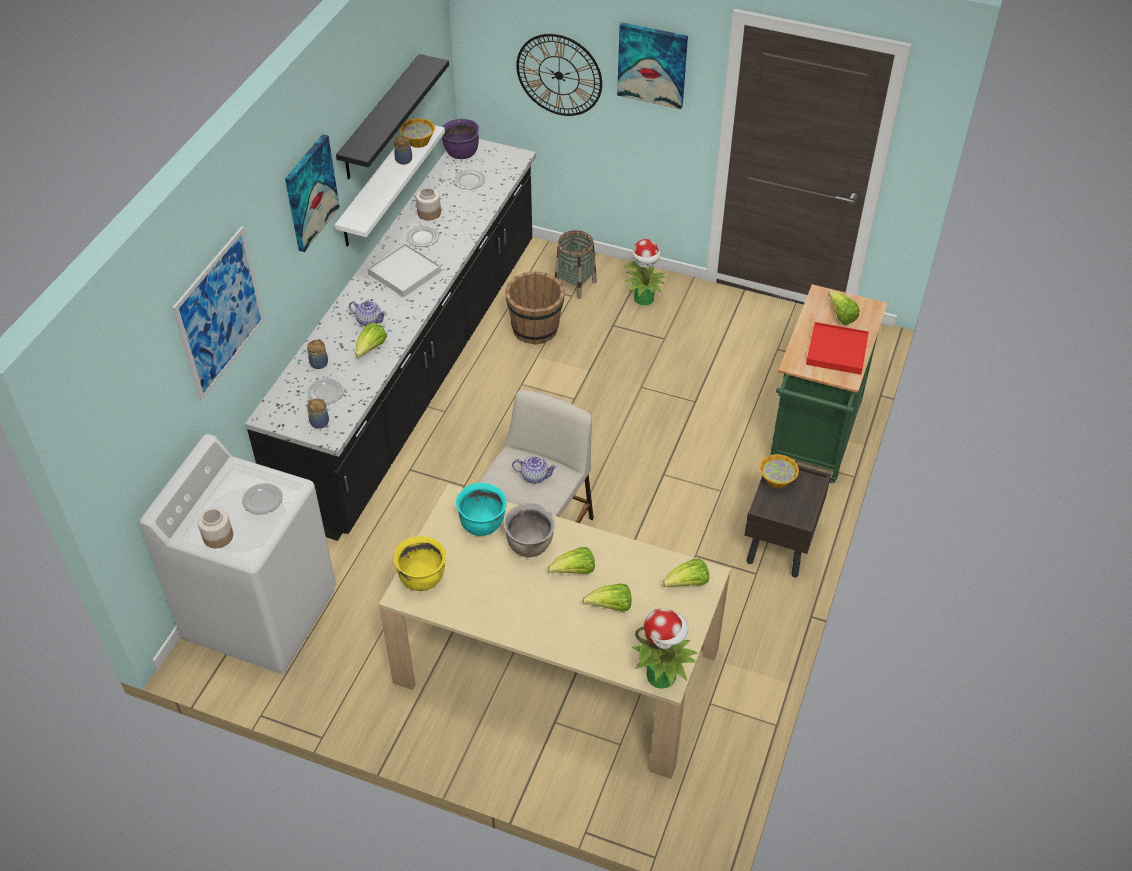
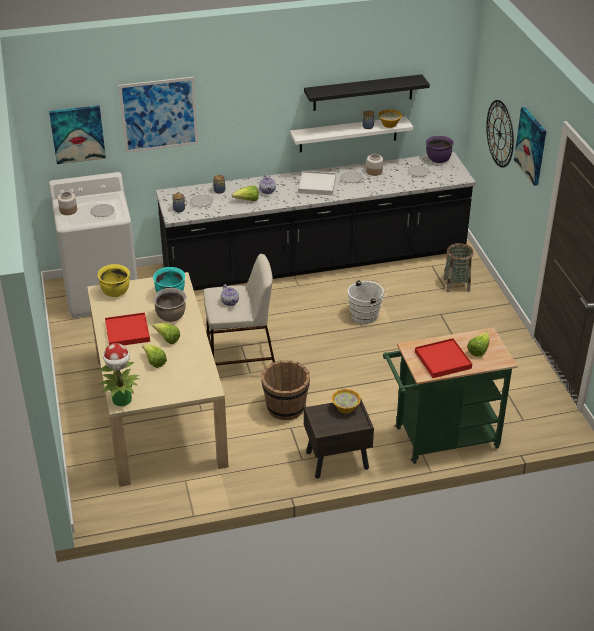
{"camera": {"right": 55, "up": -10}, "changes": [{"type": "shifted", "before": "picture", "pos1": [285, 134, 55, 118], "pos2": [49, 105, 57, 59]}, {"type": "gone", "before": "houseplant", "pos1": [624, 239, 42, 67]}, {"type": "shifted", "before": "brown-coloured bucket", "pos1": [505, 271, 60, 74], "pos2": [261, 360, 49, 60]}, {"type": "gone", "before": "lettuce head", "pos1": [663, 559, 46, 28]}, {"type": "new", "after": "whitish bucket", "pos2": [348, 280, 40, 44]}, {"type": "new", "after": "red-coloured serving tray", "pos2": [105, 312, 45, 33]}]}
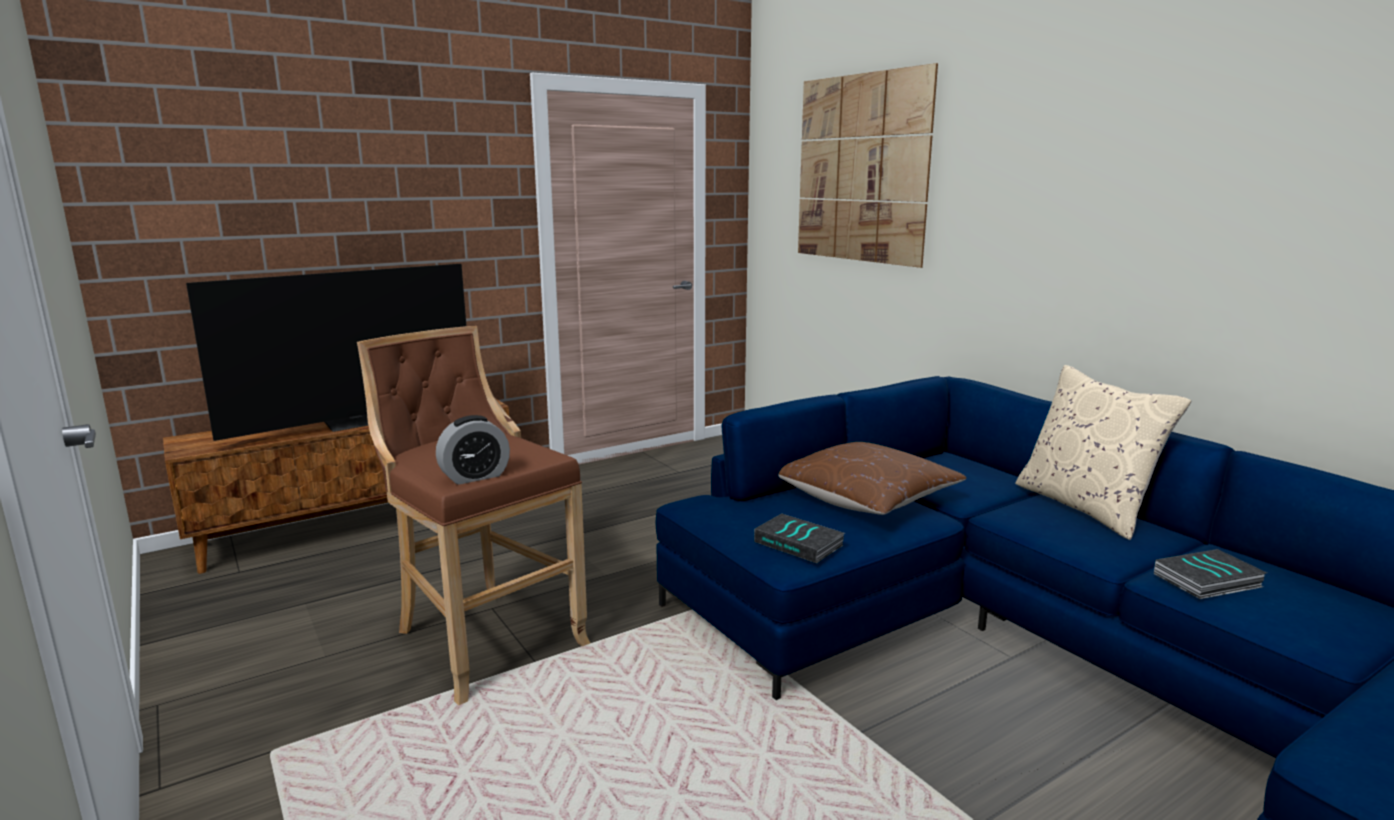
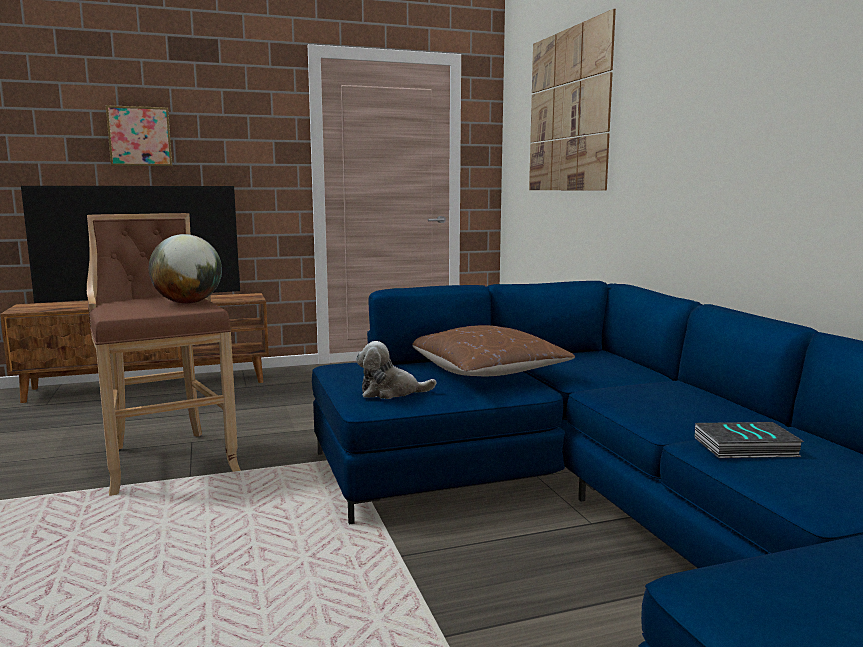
{"camera": {"right": 15, "up": -5}, "changes": [{"type": "gone", "before": "beige pillow", "pos1": [1015, 365, 176, 175]}, {"type": "gone", "before": "alarm clock", "pos1": [436, 415, 74, 70]}, {"type": "swapped", "before": "volume", "after": "cuddly toy", "pos1": [754, 513, 91, 50], "pos2": [356, 341, 80, 58]}, {"type": "new", "after": "picture", "pos2": [106, 105, 66, 61]}, {"type": "new", "after": "globe", "pos2": [149, 234, 73, 70]}]}
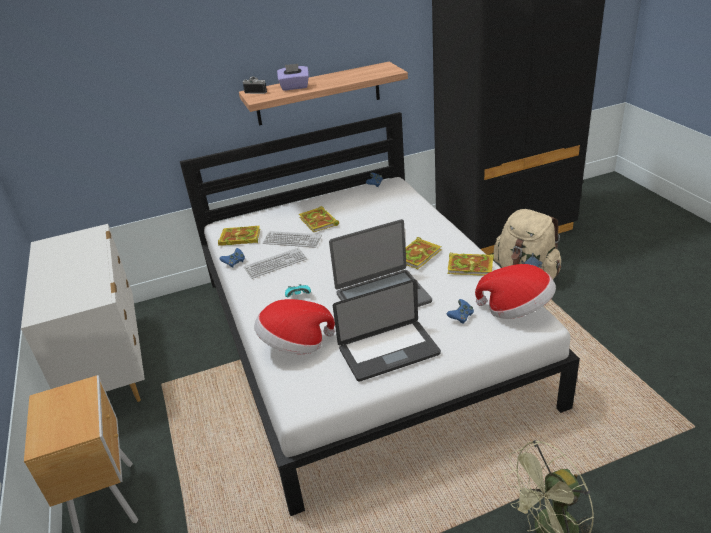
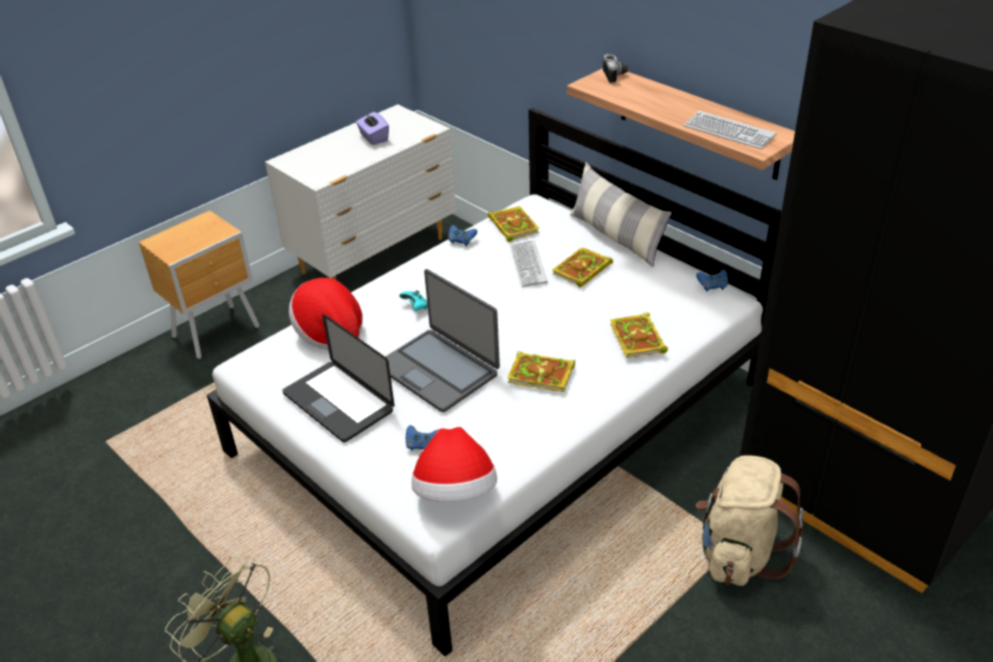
{"camera": {"right": 65, "up": 5}, "changes": [{"type": "shifted", "before": "purple-coloured tissue holder", "pos1": [277, 64, 32, 27], "pos2": [356, 112, 33, 33]}, {"type": "shifted", "before": "keyboard", "pos1": [244, 248, 63, 31], "pos2": [684, 111, 92, 38]}, {"type": "shifted", "before": "volume", "pos1": [448, 253, 46, 23], "pos2": [610, 313, 58, 45]}, {"type": "new", "after": "pillow", "pos2": [570, 162, 102, 105]}]}
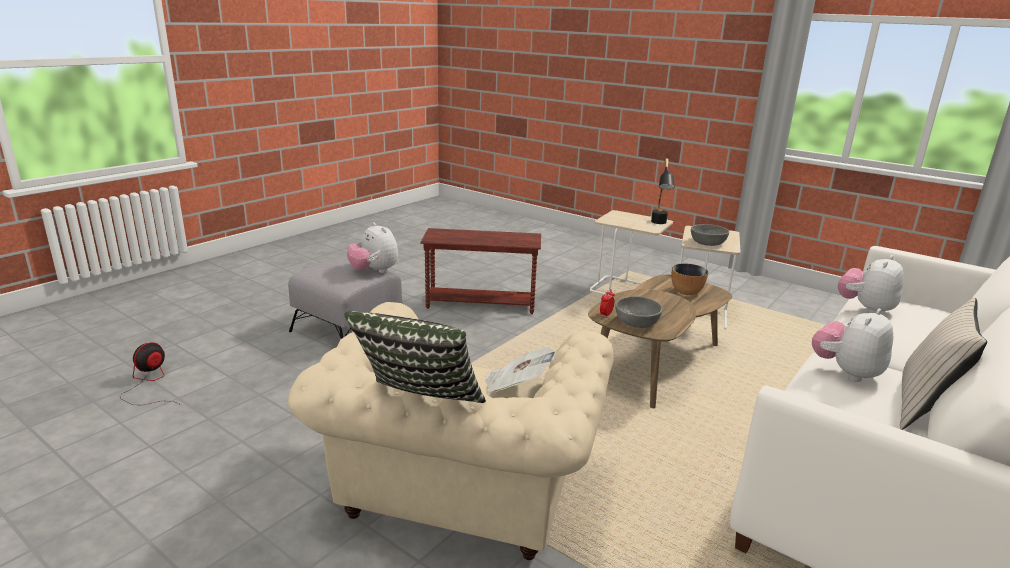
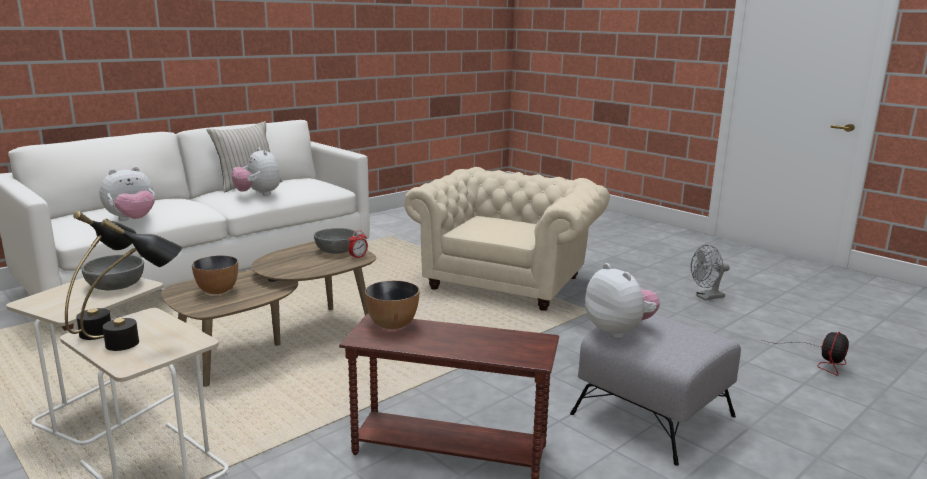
{"camera": {"right": -170, "up": -5}, "changes": [{"type": "rotated", "before": "cuddly toy", "pos1": [812, 309, 81, 73], "pos2": [232, 147, 48, 49], "turn": 90}, {"type": "gone", "before": "pillow", "pos1": [344, 311, 142, 92]}, {"type": "gone", "before": "newspaper", "pos1": [485, 347, 72, 46]}, {"type": "new", "after": "black-coloured tabletop lamp", "pos2": [80, 218, 102, 133]}, {"type": "new", "after": "greyish fan", "pos2": [691, 245, 39, 55]}, {"type": "new", "after": "serving bowl", "pos2": [365, 281, 55, 48]}]}
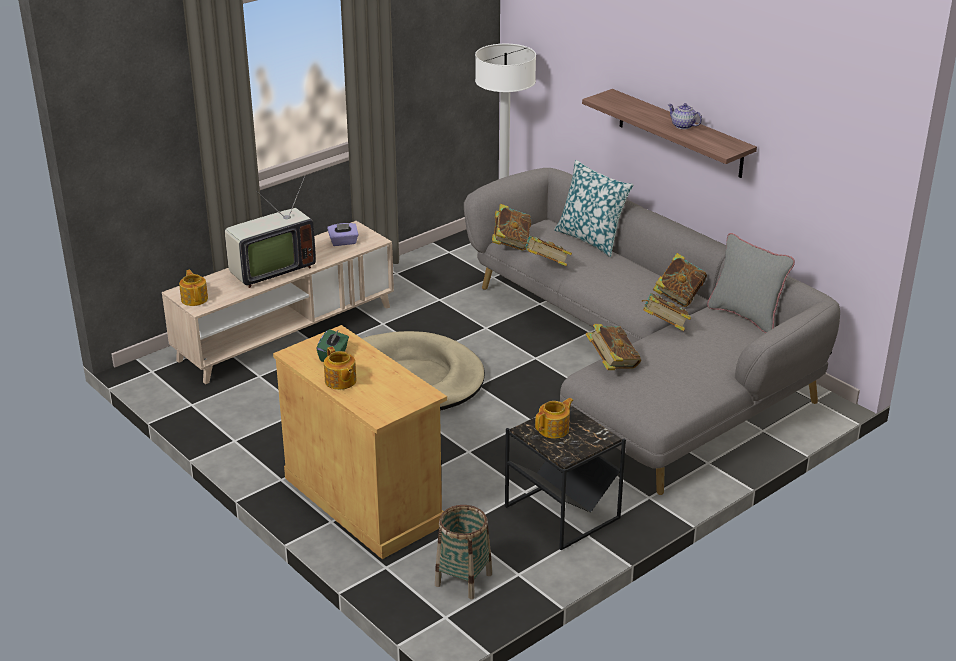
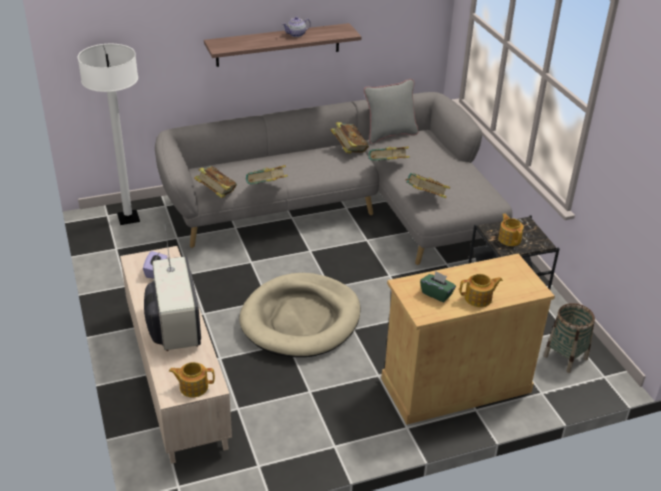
{"camera": {"right": -70, "up": 5}, "changes": [{"type": "gone", "before": "pillow", "pos1": [554, 160, 79, 97]}]}
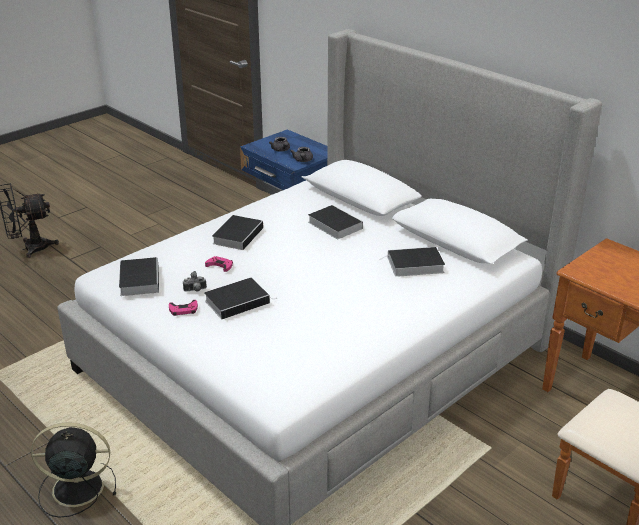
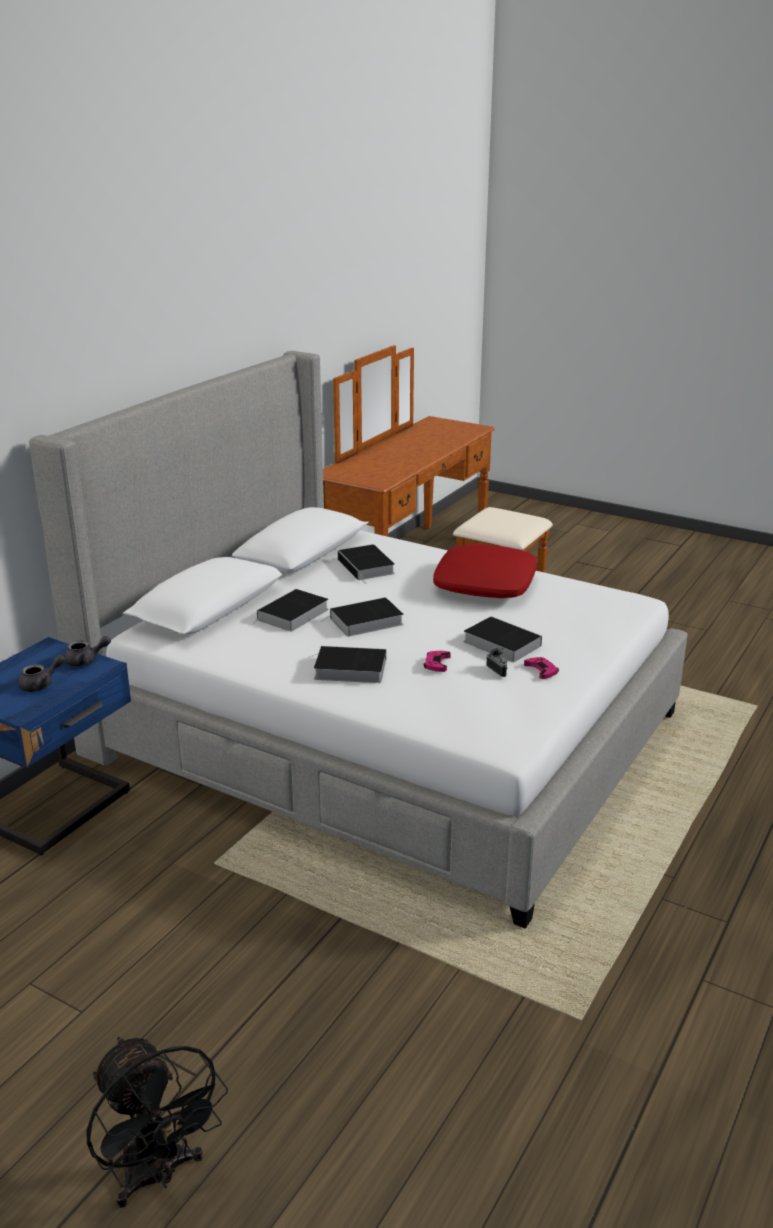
{"camera": {"right": -105, "up": -5}, "changes": [{"type": "shifted", "before": "volume", "pos1": [119, 257, 40, 39], "pos2": [320, 597, 83, 40]}, {"type": "gone", "before": "black-coloured fan", "pos1": [31, 422, 85, 96]}, {"type": "new", "after": "red-coloured pillow", "pos2": [433, 544, 104, 54]}]}
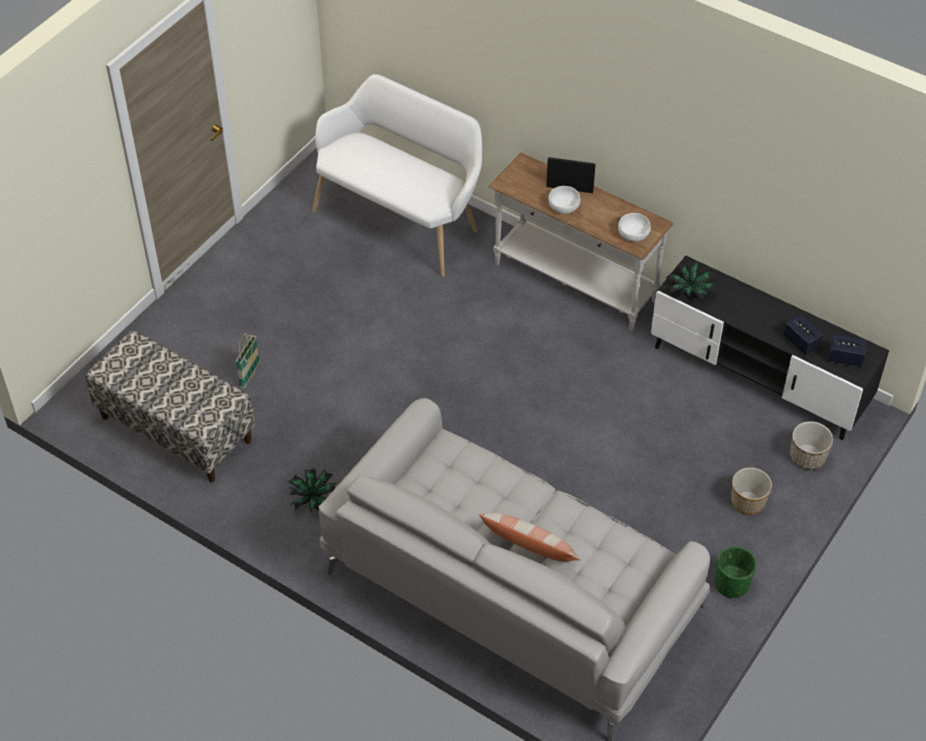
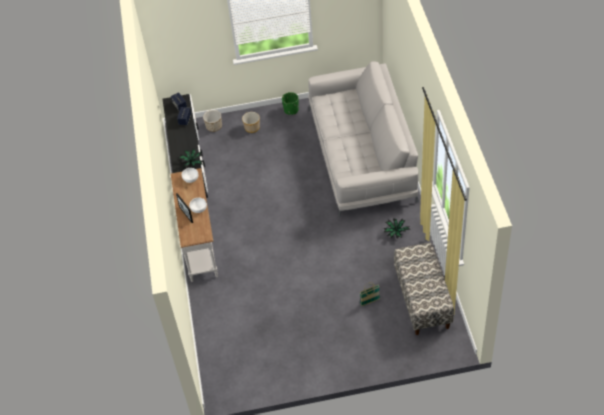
{"camera": {"right": -130, "up": 0}, "changes": [{"type": "gone", "before": "whitish bench", "pos1": [312, 74, 170, 203]}, {"type": "gone", "before": "pillow", "pos1": [479, 513, 102, 49]}]}
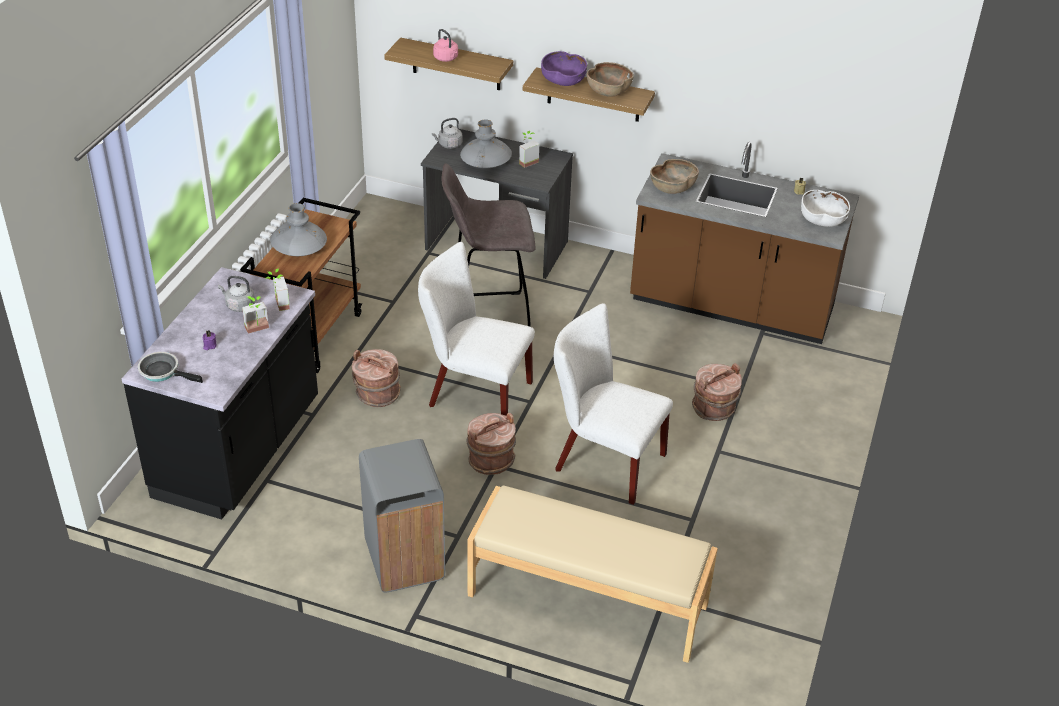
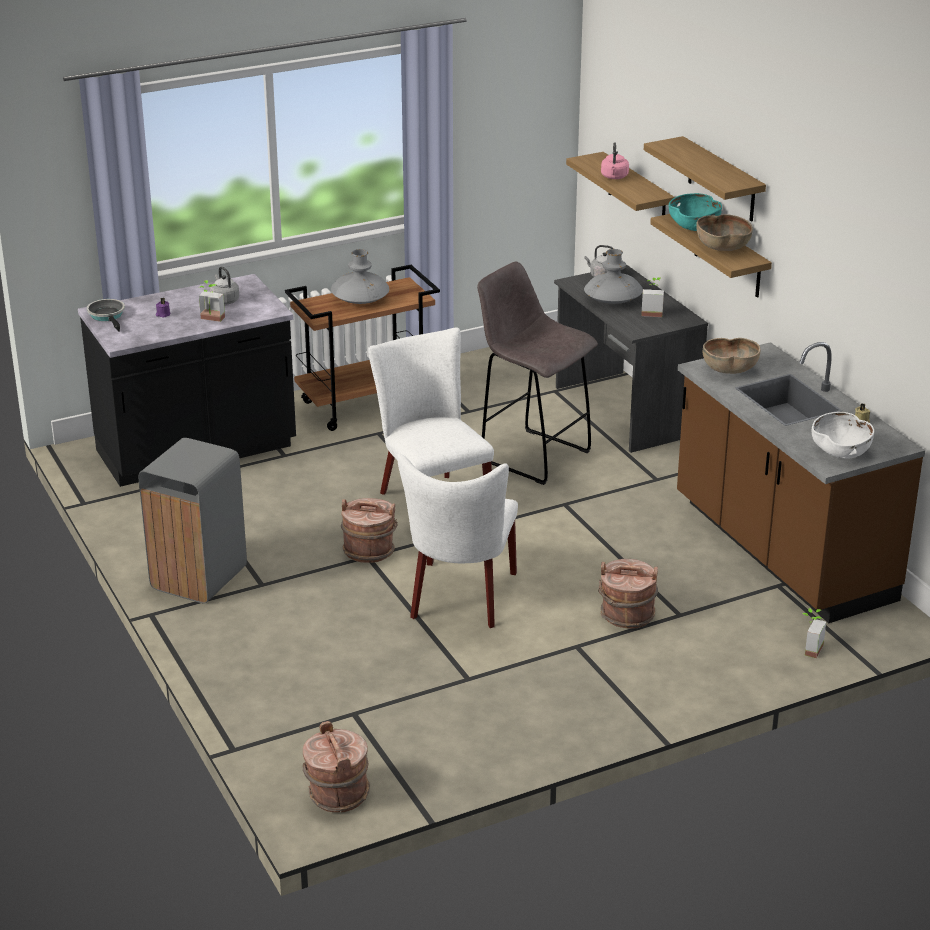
{"camera": {"right": 45, "up": -10}, "changes": [{"type": "repainted", "before": "purple-coloured serving bowl", "after": "turquoise-coloured serving bowl", "pos1": [541, 51, 46, 35], "pos2": [669, 193, 53, 38]}, {"type": "shifted", "before": "houseplant", "pos1": [265, 269, 25, 42], "pos2": [802, 608, 24, 50]}, {"type": "rotated", "before": "whitish upright chair", "pos1": [554, 303, 119, 202], "pos2": [397, 453, 121, 175], "turn": -150}, {"type": "shifted", "before": "brown-coloured bucket", "pos1": [352, 349, 49, 58], "pos2": [303, 721, 67, 92]}, {"type": "gone", "before": "beige bench", "pos1": [467, 485, 251, 178]}, {"type": "new", "after": "wall shelf", "pos2": [644, 136, 122, 86]}]}
